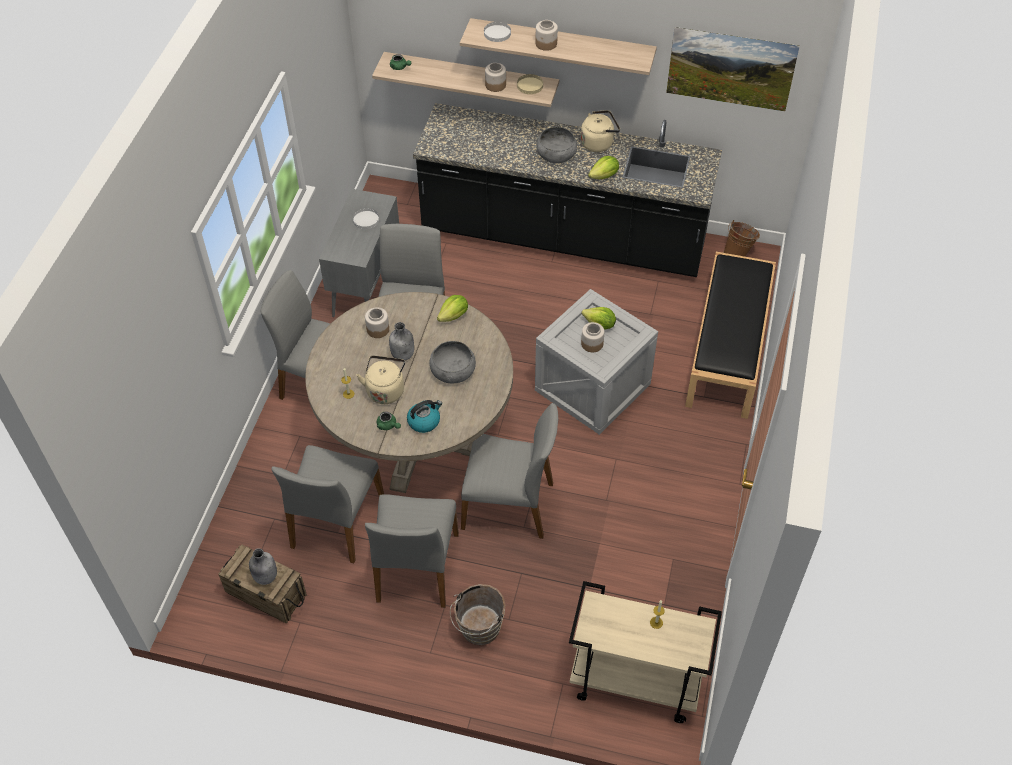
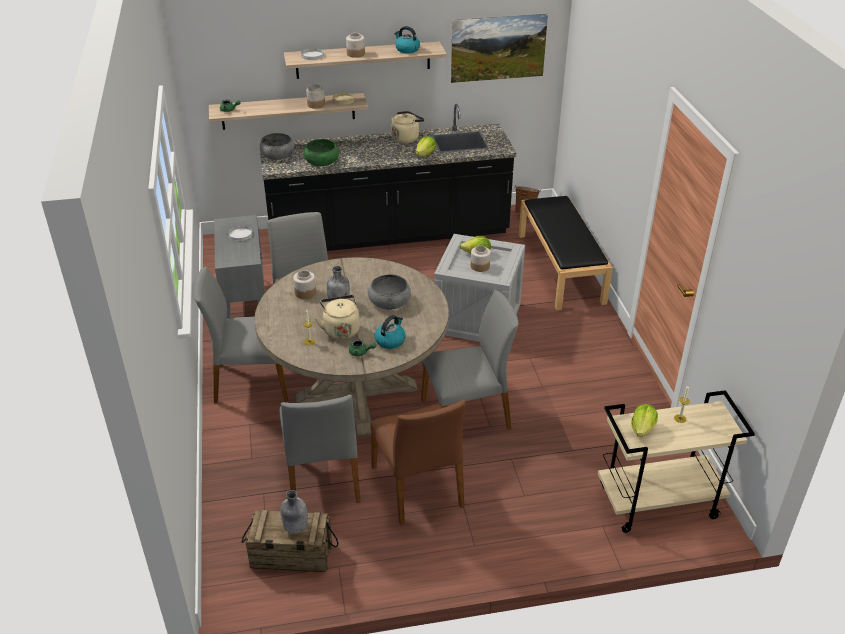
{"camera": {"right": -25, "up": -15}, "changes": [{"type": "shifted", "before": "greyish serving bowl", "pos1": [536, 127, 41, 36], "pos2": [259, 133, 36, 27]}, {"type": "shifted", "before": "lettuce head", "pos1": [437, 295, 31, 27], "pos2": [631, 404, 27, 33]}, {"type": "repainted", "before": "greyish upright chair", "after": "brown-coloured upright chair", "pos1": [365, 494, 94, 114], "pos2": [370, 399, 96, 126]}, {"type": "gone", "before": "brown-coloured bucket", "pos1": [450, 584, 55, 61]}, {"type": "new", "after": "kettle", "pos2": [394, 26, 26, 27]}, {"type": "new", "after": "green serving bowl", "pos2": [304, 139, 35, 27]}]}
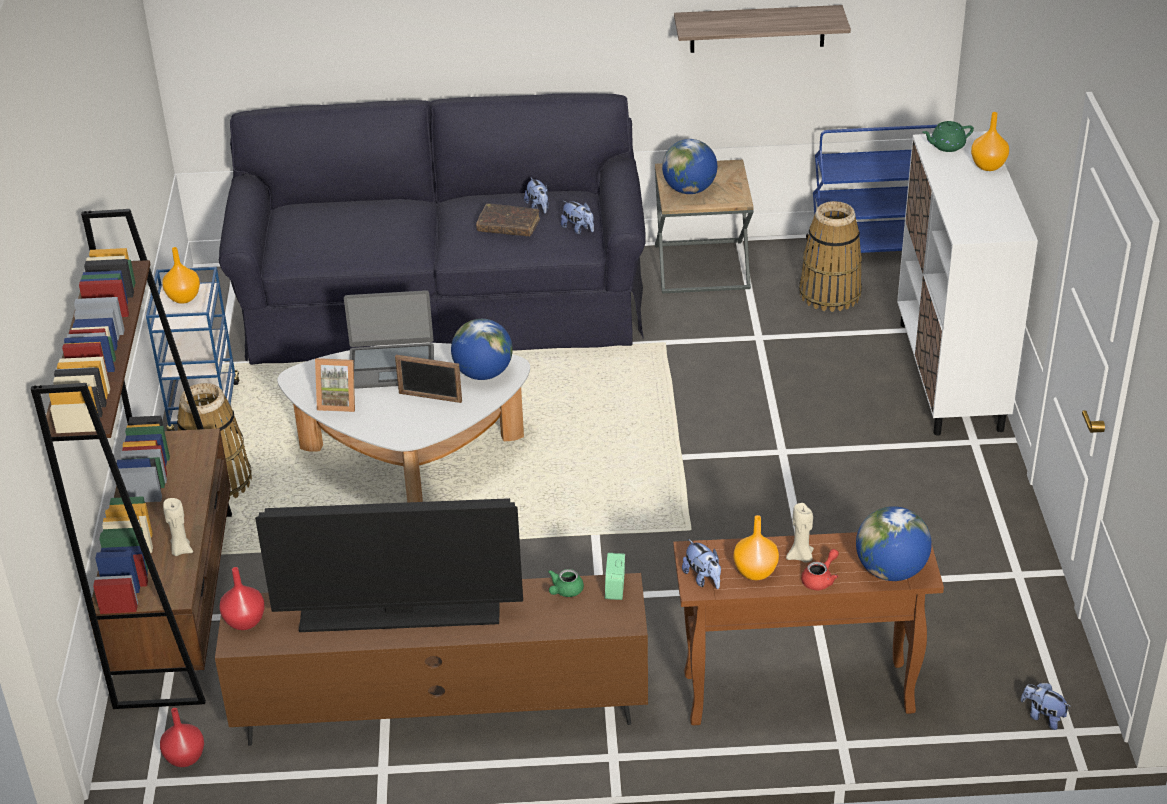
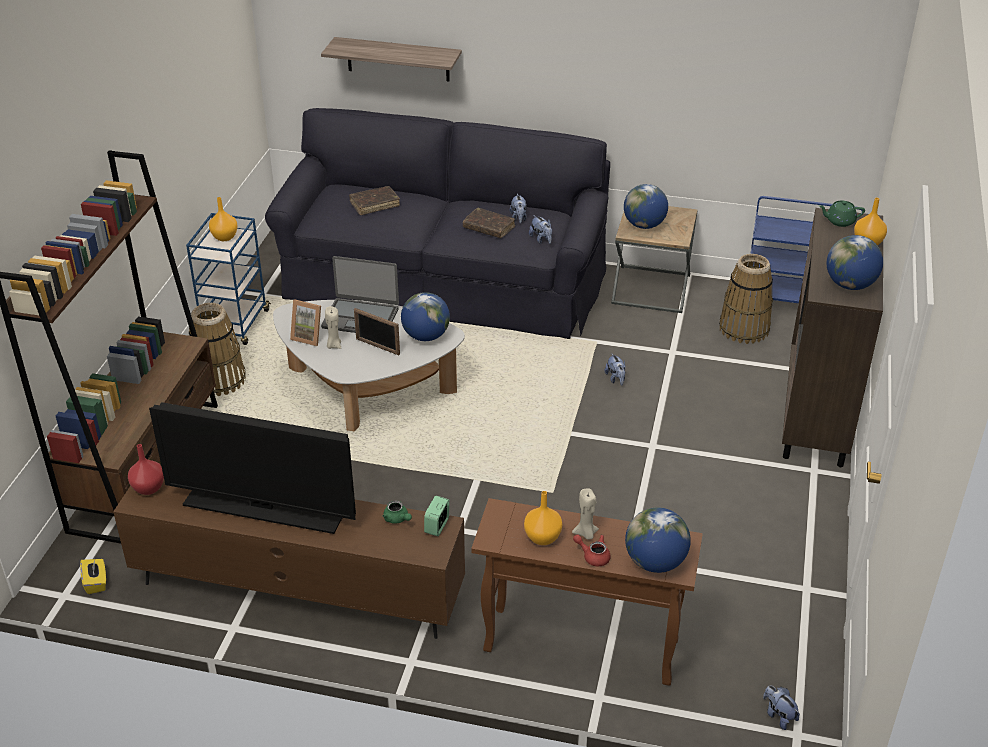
{"camera": {"right": 15, "up": 0}, "changes": [{"type": "shifted", "before": "wall shelf", "pos1": [674, 5, 177, 48], "pos2": [321, 37, 141, 45]}, {"type": "repainted", "before": "whitish storage cabinet", "after": "brown-coloured storage cabinet", "pos1": [897, 131, 141, 305], "pos2": [782, 208, 101, 259]}, {"type": "shifted", "before": "beige wax candle", "pos1": [163, 498, 30, 58], "pos2": [325, 306, 16, 43]}, {"type": "shifted", "before": "cuddly toy", "pos1": [682, 539, 39, 50], "pos2": [605, 353, 21, 33]}, {"type": "rotated", "before": "red-coloured teapot", "pos1": [801, 549, 38, 41], "pos2": [573, 534, 38, 32], "turn": -120}, {"type": "rotated", "before": "green teapot", "pos1": [548, 569, 36, 28], "pos2": [383, 501, 29, 23], "turn": -90}, {"type": "swapped", "before": "red-coloured decorative vase", "after": "yellow-coloured tissue holder", "pos1": [160, 708, 44, 59], "pos2": [80, 559, 26, 35]}, {"type": "new", "after": "brown-coloured volume", "pos2": [349, 186, 51, 29]}, {"type": "new", "after": "globe", "pos2": [827, 235, 56, 55]}]}
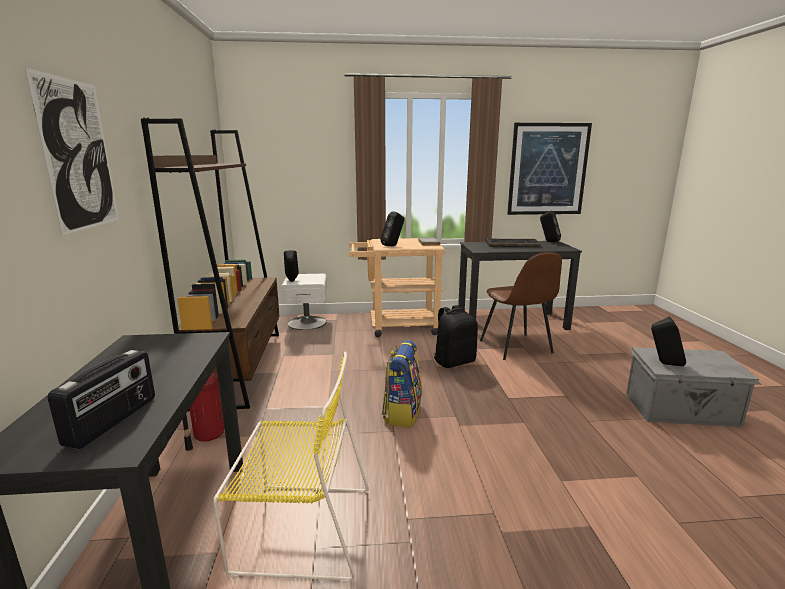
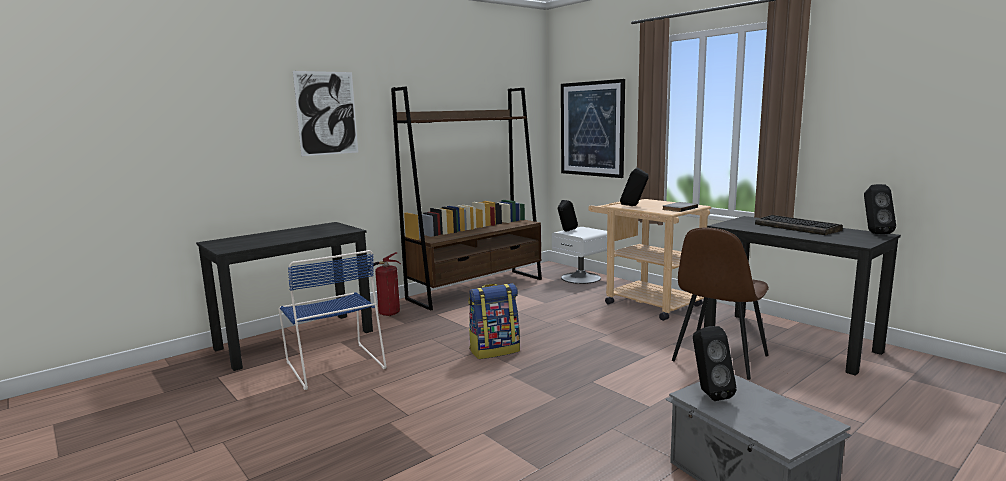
{"camera": {"right": 55, "up": -5}, "changes": [{"type": "shifted", "before": "picture", "pos1": [507, 123, 85, 92], "pos2": [561, 79, 64, 99]}, {"type": "gone", "before": "black-coloured rucksack", "pos1": [434, 305, 44, 63]}, {"type": "gone", "before": "radio", "pos1": [48, 350, 107, 99]}, {"type": "repainted", "before": "yellow-coloured upright chair", "after": "blue upright chair", "pos1": [213, 352, 155, 230], "pos2": [278, 250, 108, 140]}]}
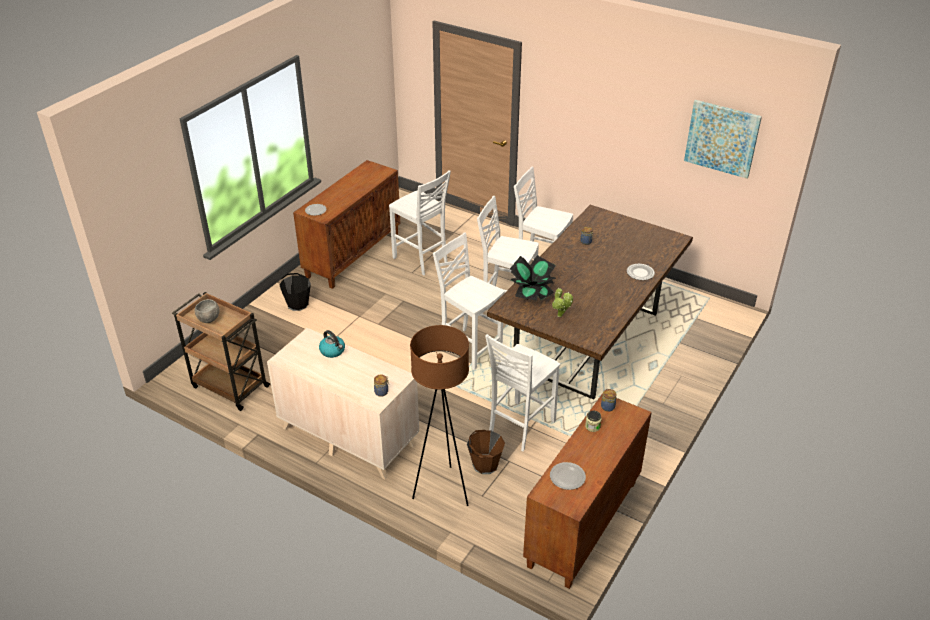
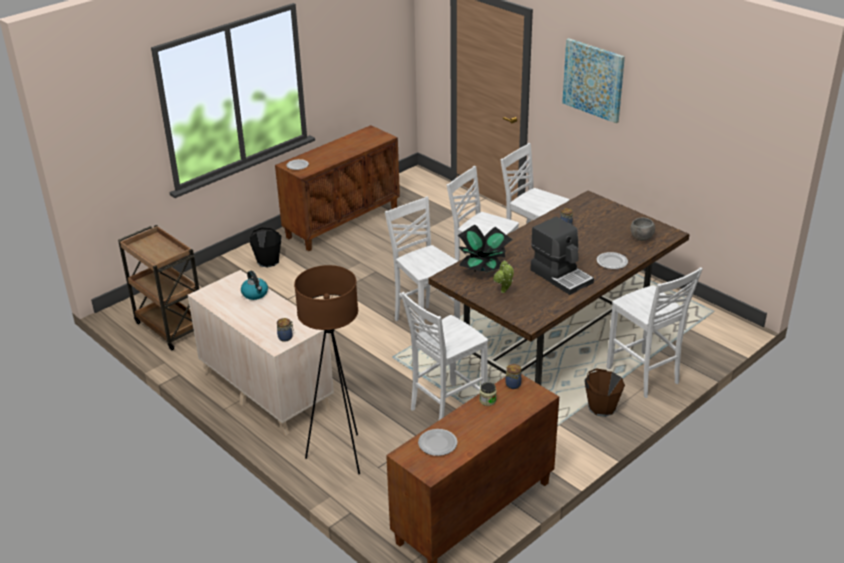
{"camera": {"right": 15, "up": -5}, "changes": [{"type": "shifted", "before": "picture", "pos1": [684, 100, 78, 78], "pos2": [562, 38, 63, 85]}, {"type": "shifted", "before": "whitish upright chair", "pos1": [389, 170, 62, 106], "pos2": [607, 267, 95, 131]}, {"type": "shifted", "before": "greyish serving bowl", "pos1": [195, 299, 25, 24], "pos2": [631, 217, 24, 24]}, {"type": "shifted", "before": "brown-coloured bucket", "pos1": [467, 430, 38, 44], "pos2": [584, 369, 41, 48]}, {"type": "new", "after": "coffee maker", "pos2": [530, 217, 64, 78]}]}
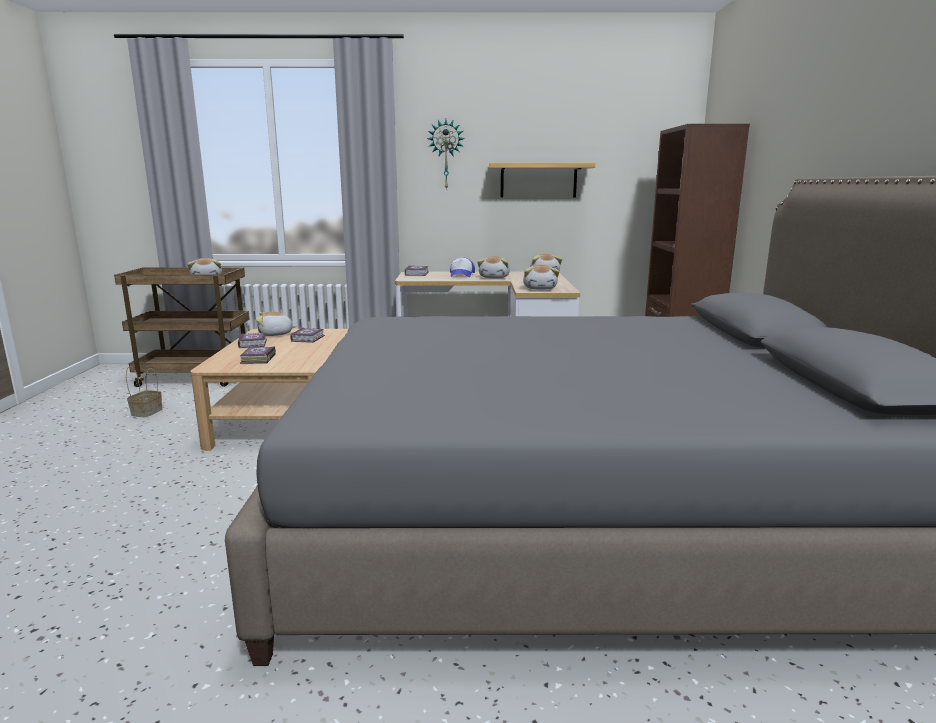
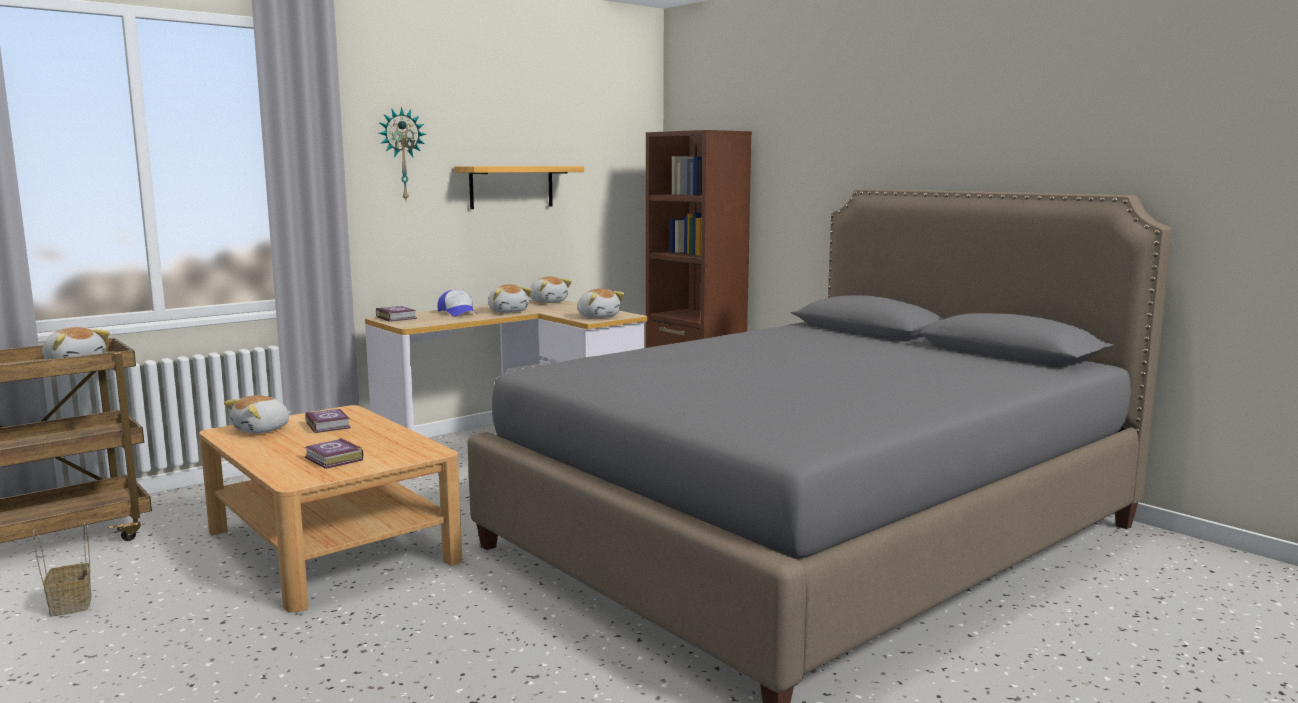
{"camera": {"right": -40, "up": -5}, "changes": [{"type": "gone", "before": "volume", "pos1": [238, 333, 29, 15]}]}
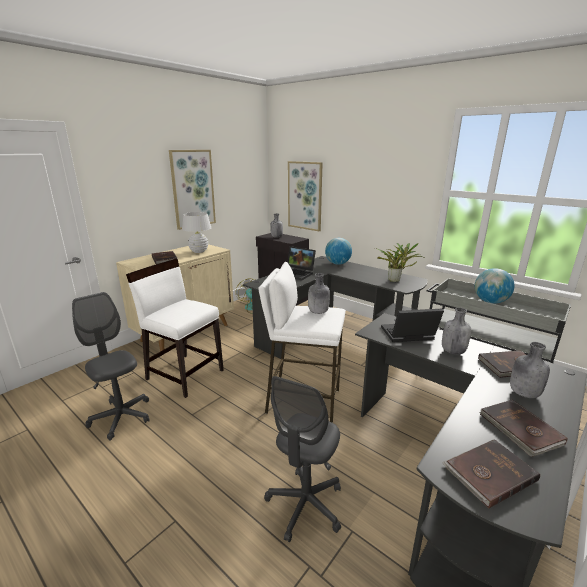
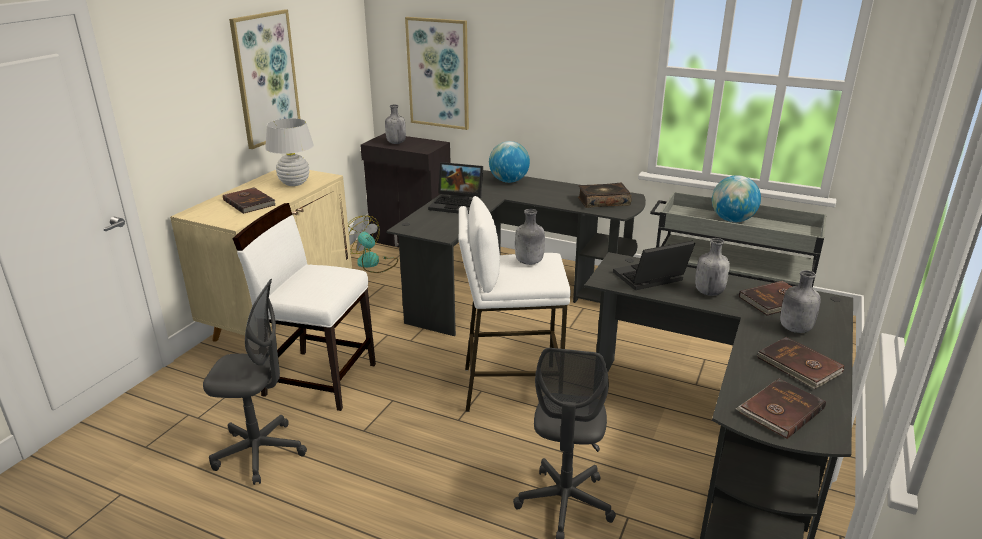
{"camera": {"right": -15, "up": 5}, "changes": [{"type": "swapped", "before": "houseplant", "after": "volume", "pos1": [375, 243, 50, 39], "pos2": [578, 182, 54, 26]}, {"type": "rotated", "before": "greyish office chair", "pos1": [72, 292, 78, 148], "pos2": [203, 279, 104, 206], "turn": 150}]}
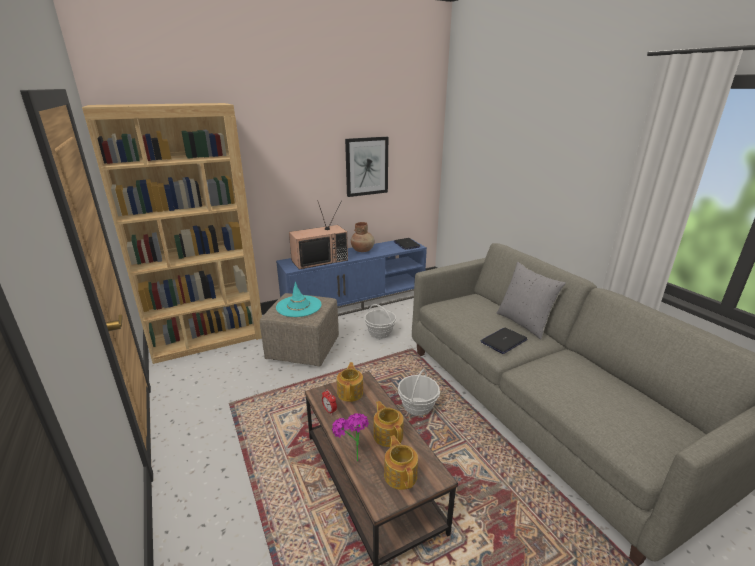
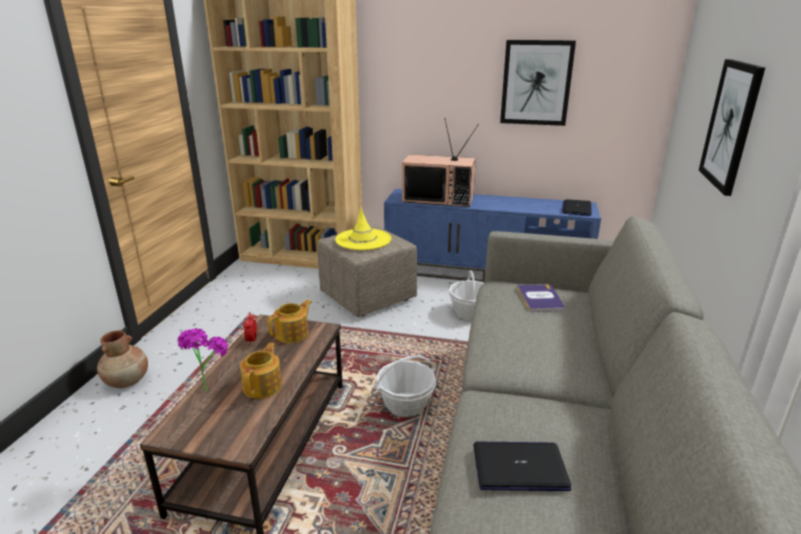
{"camera": {"right": 40, "up": 0}, "changes": [{"type": "shifted", "before": "brown-coloured decorative vase", "pos1": [351, 222, 23, 30], "pos2": [97, 330, 51, 58]}, {"type": "gone", "before": "greyish pillow", "pos1": [497, 262, 69, 77]}, {"type": "repainted", "before": "turquoise-coloured hat", "after": "yellow-coloured hat", "pos1": [276, 282, 45, 35], "pos2": [335, 207, 56, 43]}, {"type": "shifted", "before": "portable computer", "pos1": [480, 328, 48, 26], "pos2": [473, 442, 99, 49]}, {"type": "gone", "before": "teapot", "pos1": [384, 435, 34, 55]}, {"type": "new", "after": "picture", "pos2": [699, 59, 66, 137]}, {"type": "new", "after": "volume", "pos2": [517, 284, 48, 28]}]}
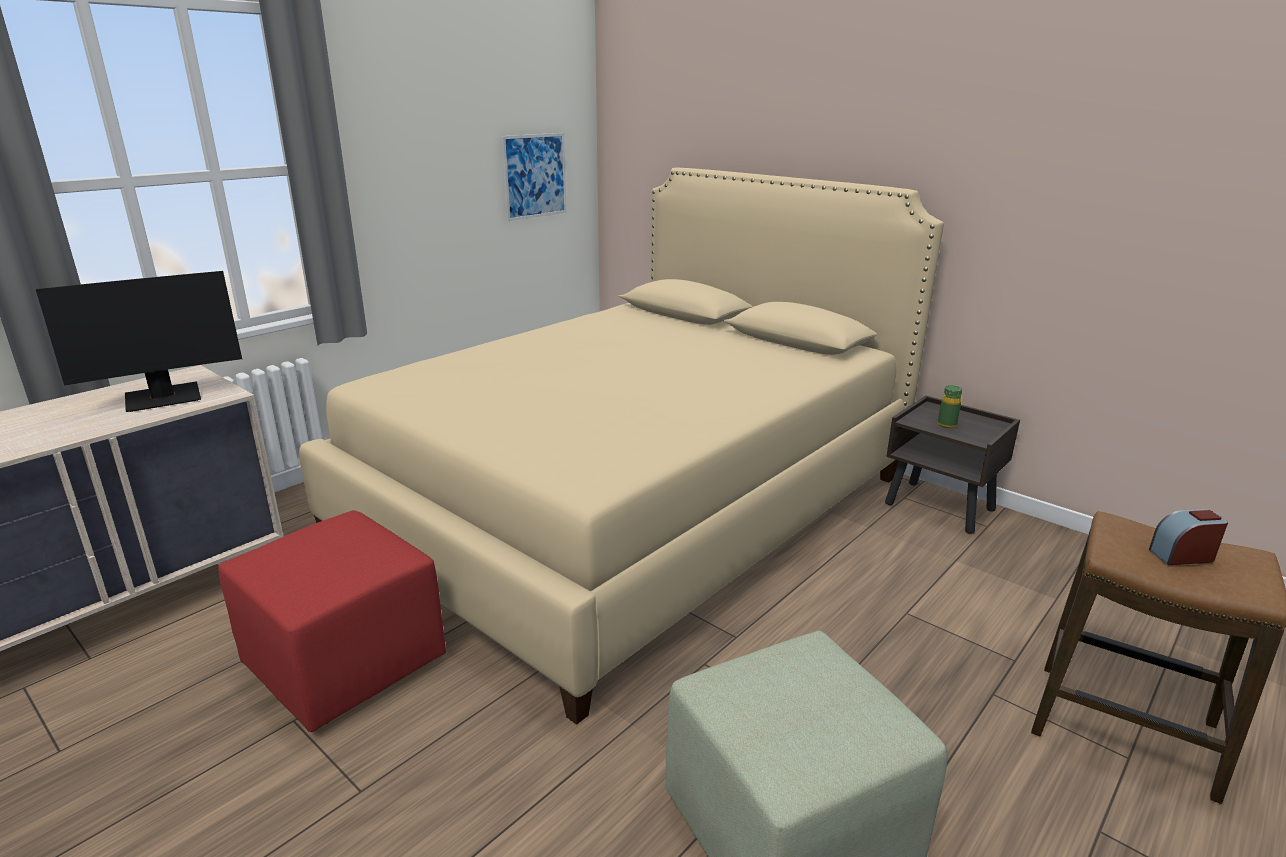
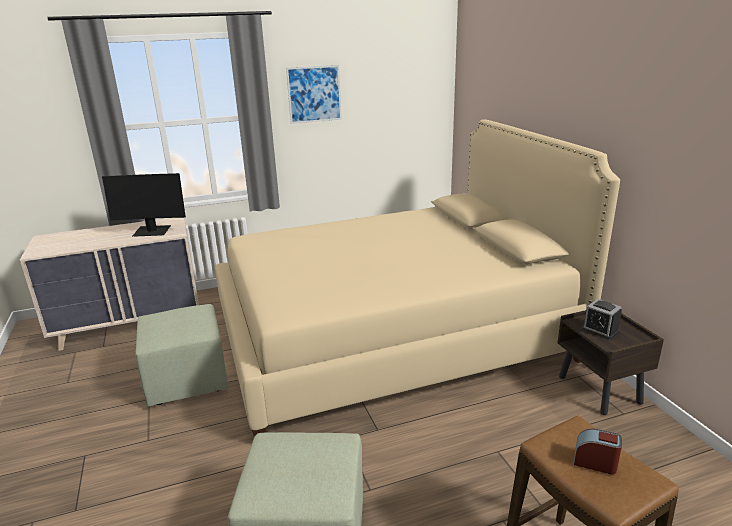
{"camera": {"right": 30, "up": 0}, "changes": [{"type": "shifted", "before": "picture", "pos1": [502, 133, 65, 88], "pos2": [286, 65, 56, 59]}, {"type": "swapped", "before": "green drink bottle", "after": "alarm clock", "pos1": [938, 385, 24, 43], "pos2": [582, 299, 40, 41]}, {"type": "repainted", "before": "red-coloured footrest", "after": "green footrest", "pos1": [218, 510, 228, 222], "pos2": [135, 304, 93, 103]}]}
